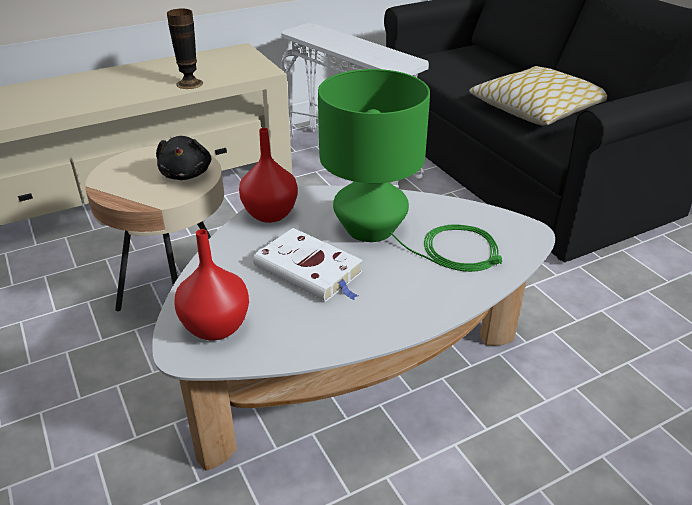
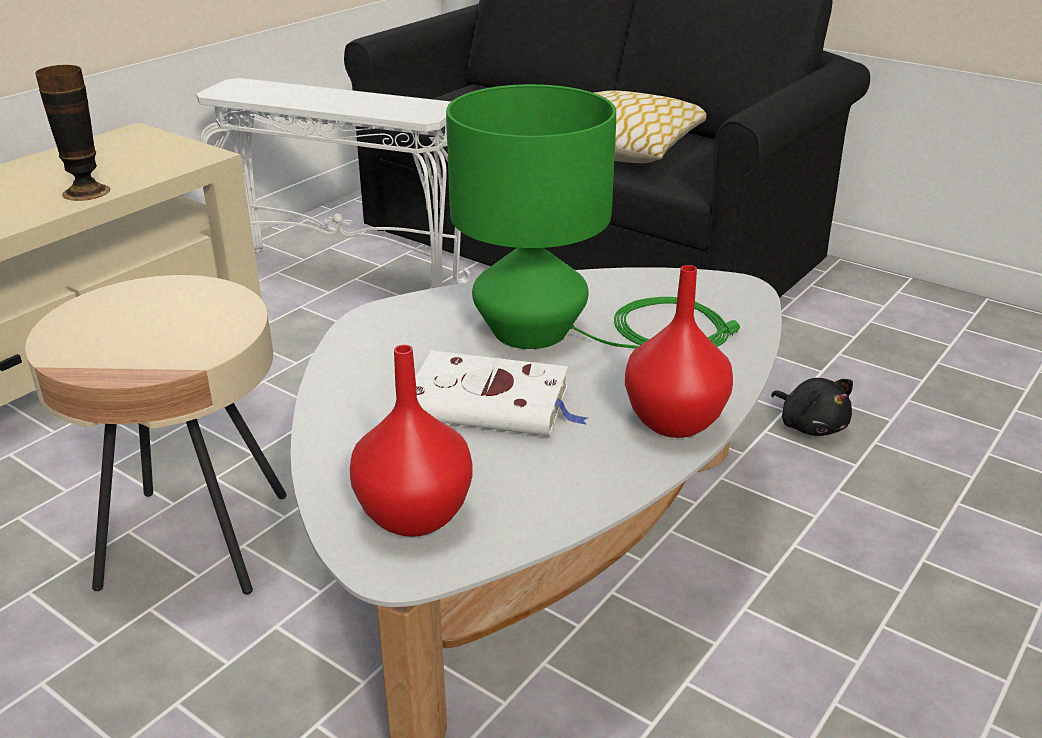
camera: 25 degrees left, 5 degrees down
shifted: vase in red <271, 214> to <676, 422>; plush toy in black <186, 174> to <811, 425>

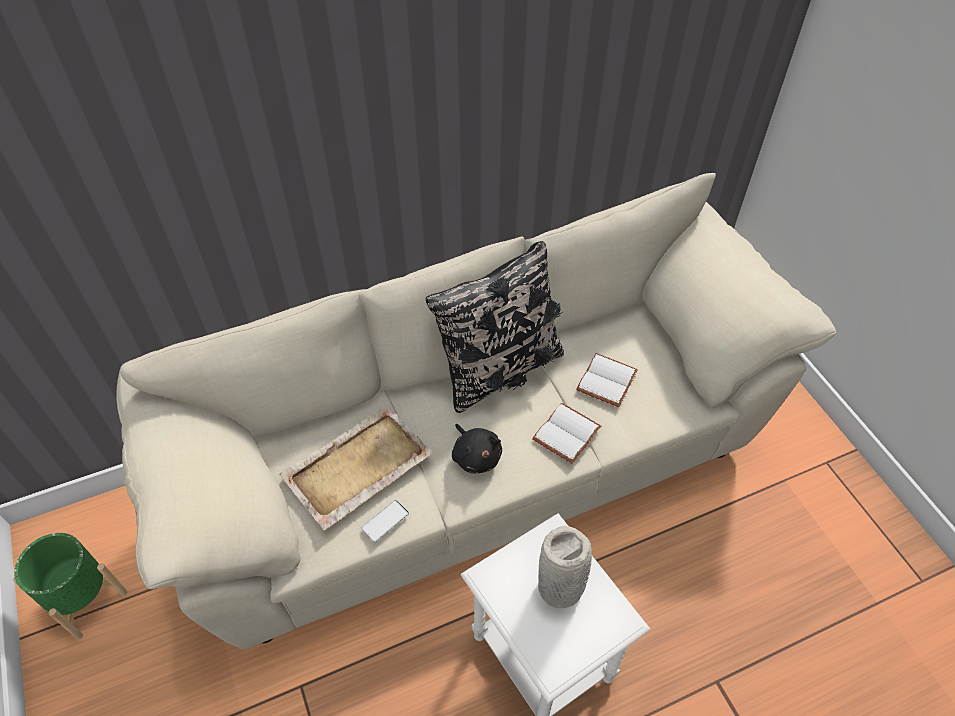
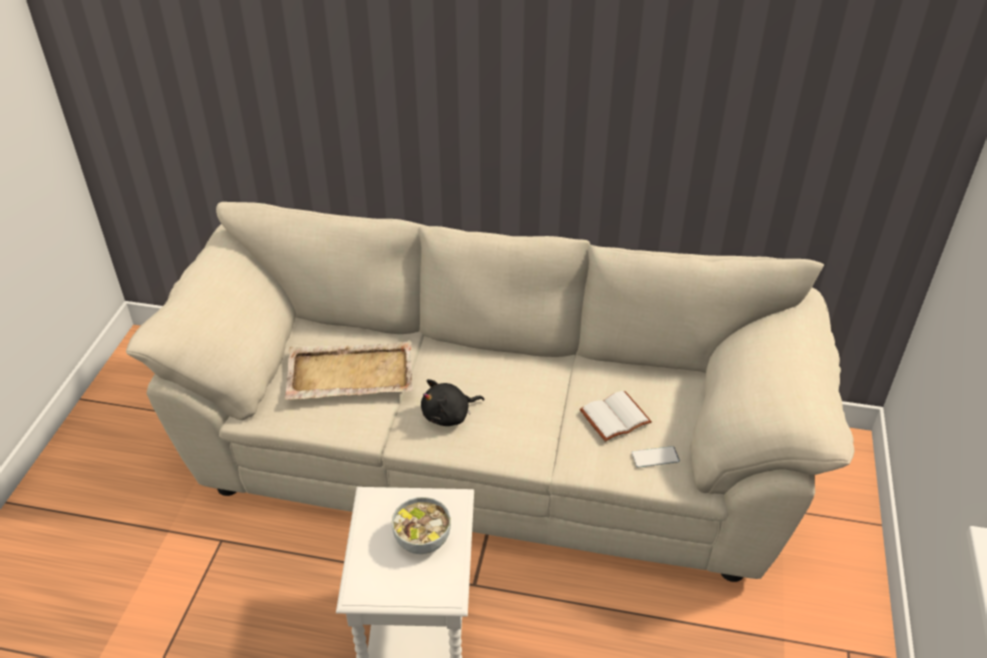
camera: 35 degrees right, 10 degrees down
gone: pillow in black <500, 371>; book in white <567, 435>; planter in green <85, 599>
shifted: phone <385, 521> to <655, 457>
swapped: vase in grey <561, 587> to bowl <422, 540>
rotated: plush toy in black <476, 456> = <449, 415> 60 degrees clockwise

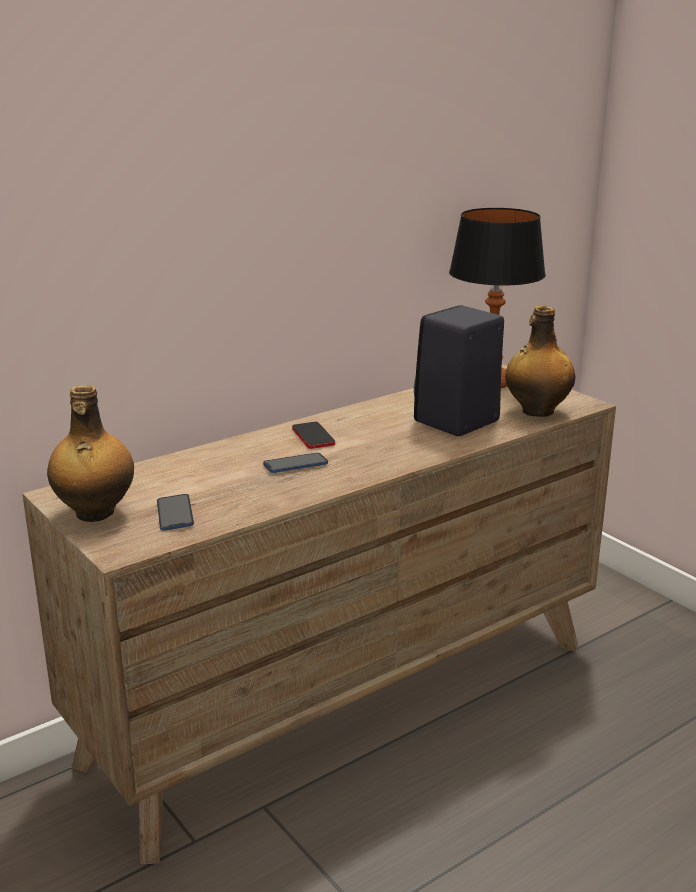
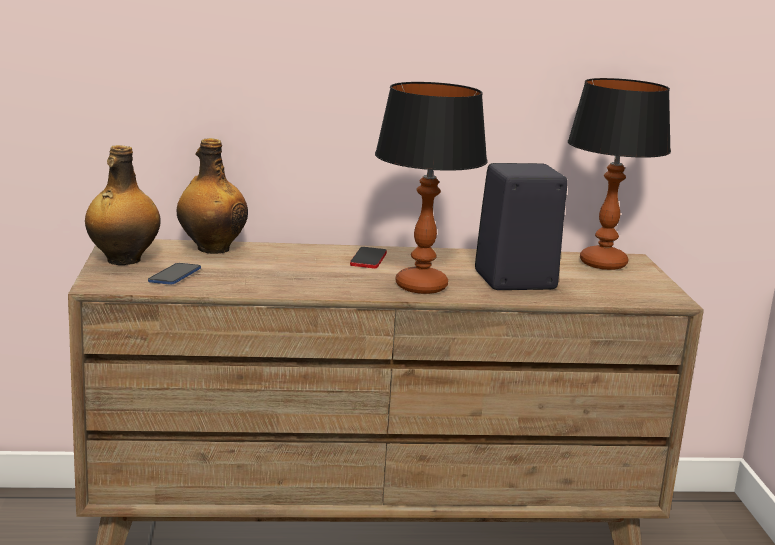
camera: 30 degrees right, 5 degrees down
gone: phone <295, 465>
new: table lamp <421, 286>
shifted: bottle <536, 411> to <212, 248>

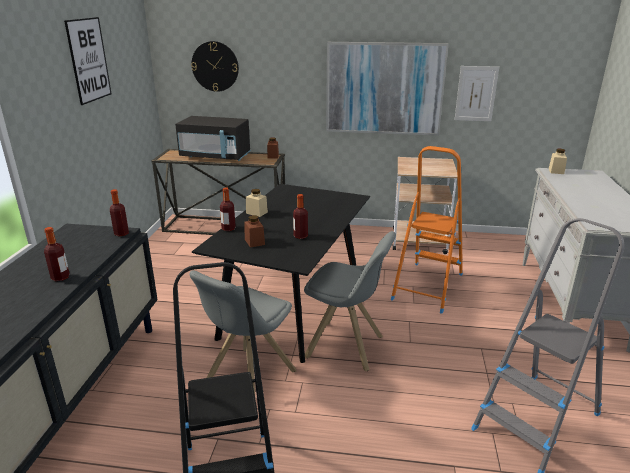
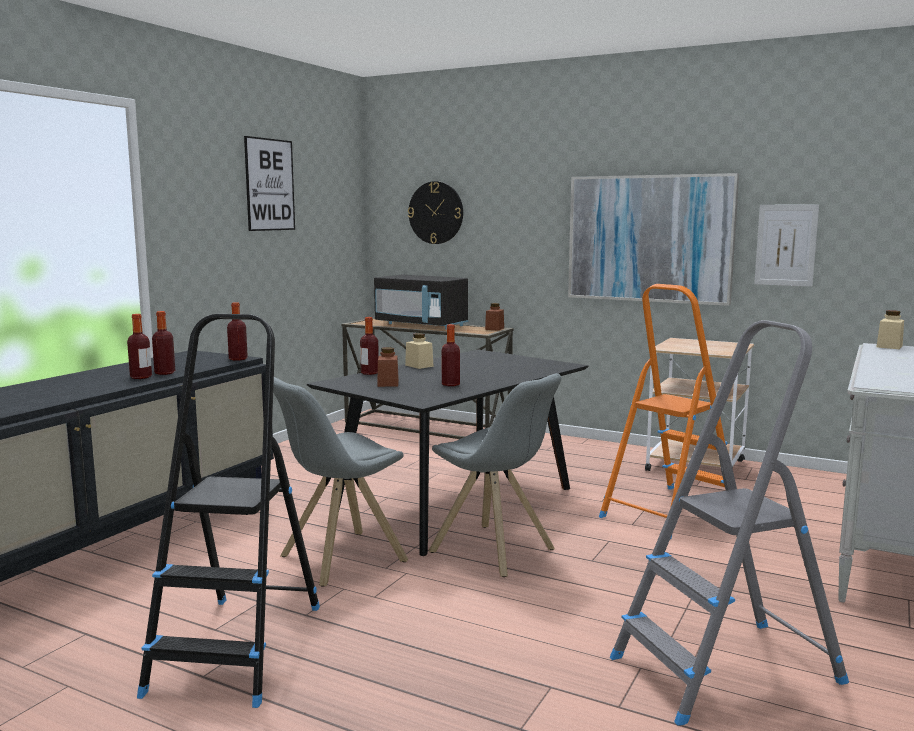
camera: 20 degrees right, 15 degrees down
new: bottle <165, 373>

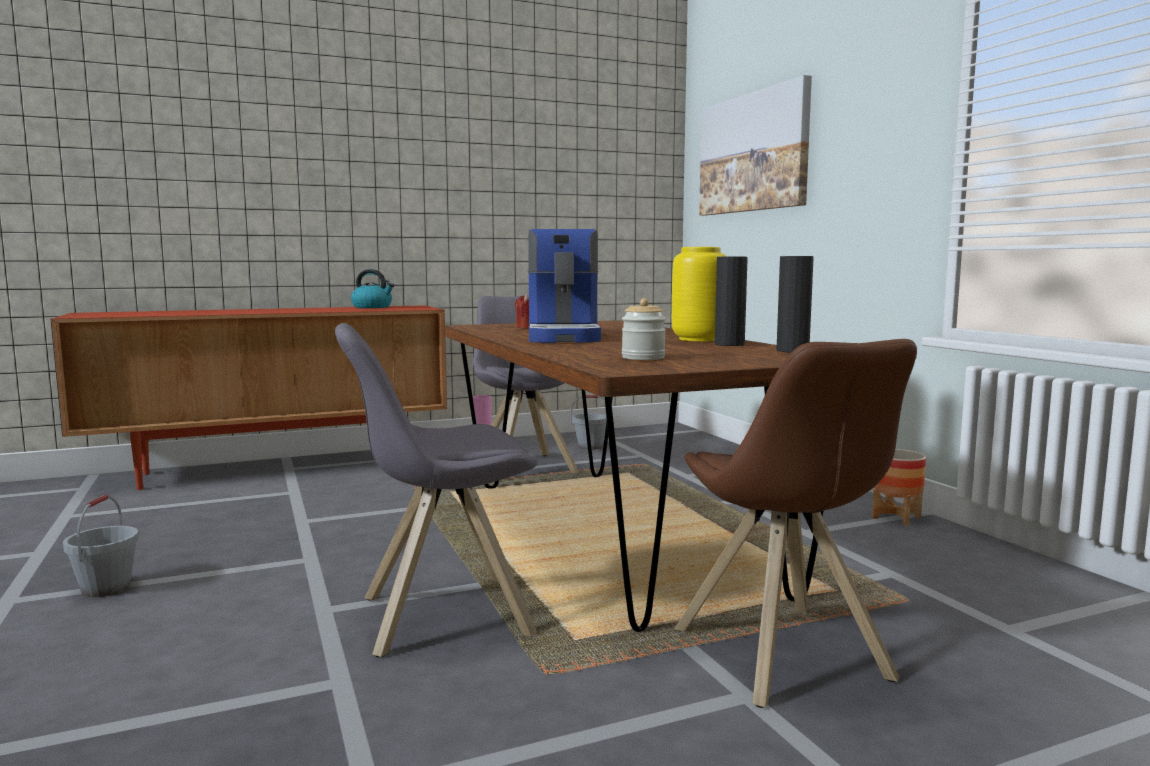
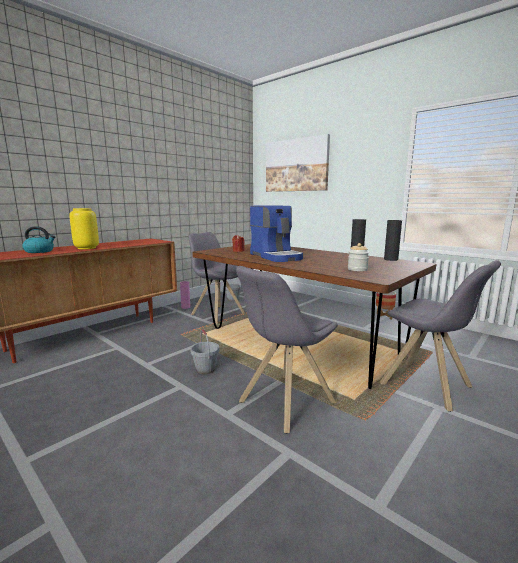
camera: 25 degrees left, 5 degrees up
shifted: vase in yellow <699, 339> to <87, 248>; kettle <372, 307> to <40, 251>; bucket in grey <105, 588> to <205, 369>
repainted: chair in brown <782, 653> to chair in grey <426, 385>

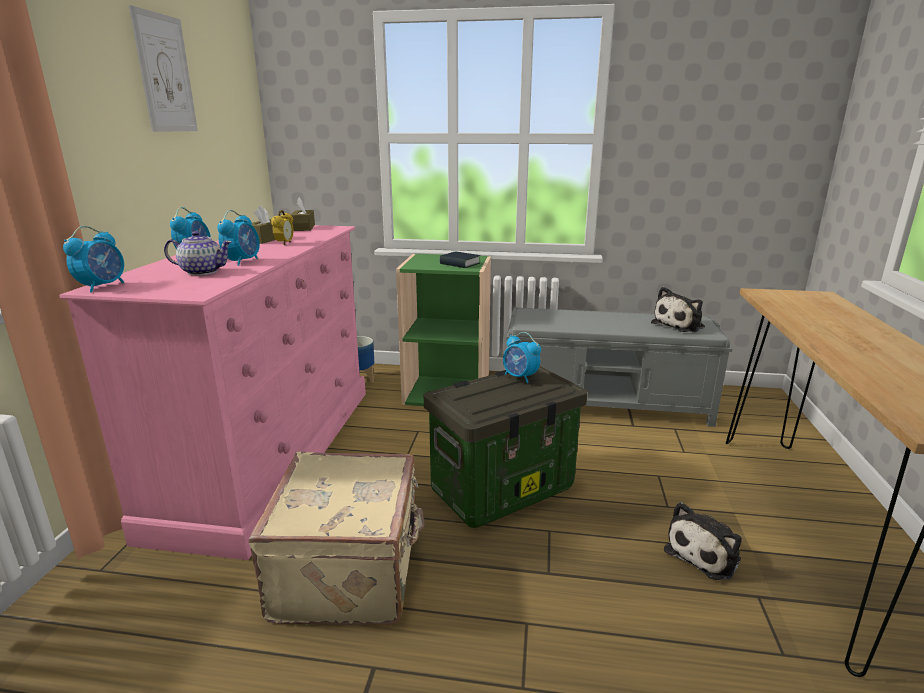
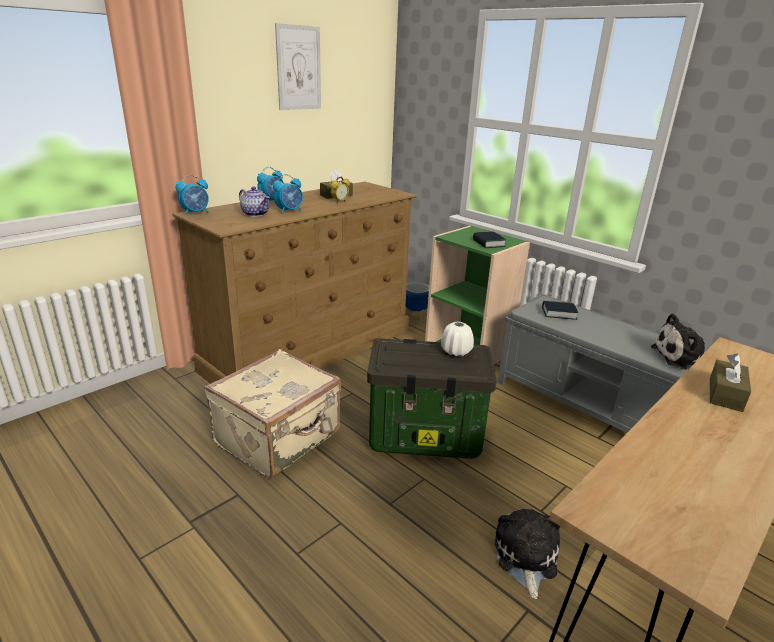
camera: 35 degrees right, 5 degrees up
new: book <558, 313>
shifted: tissue box in brown <303, 228> to <725, 394>
swapped: alarm clock <520, 377> to vase in white <456, 351>
repainted: dresser in pink <274, 452> to dresser in brown <312, 349>
rotated: plush toy <705, 553> = <525, 558> 105 degrees clockwise

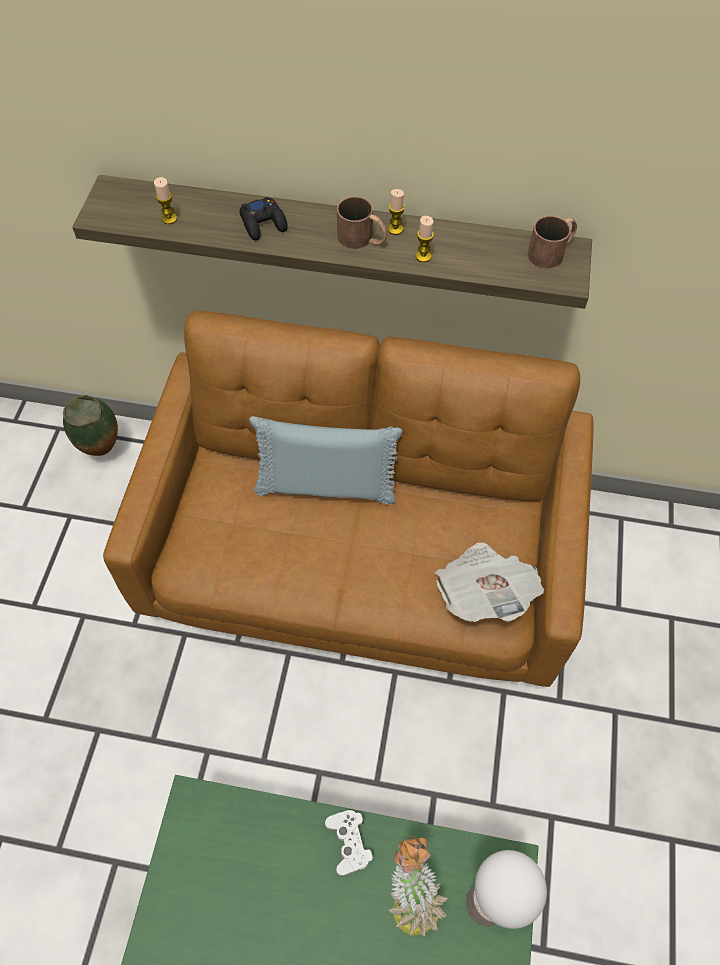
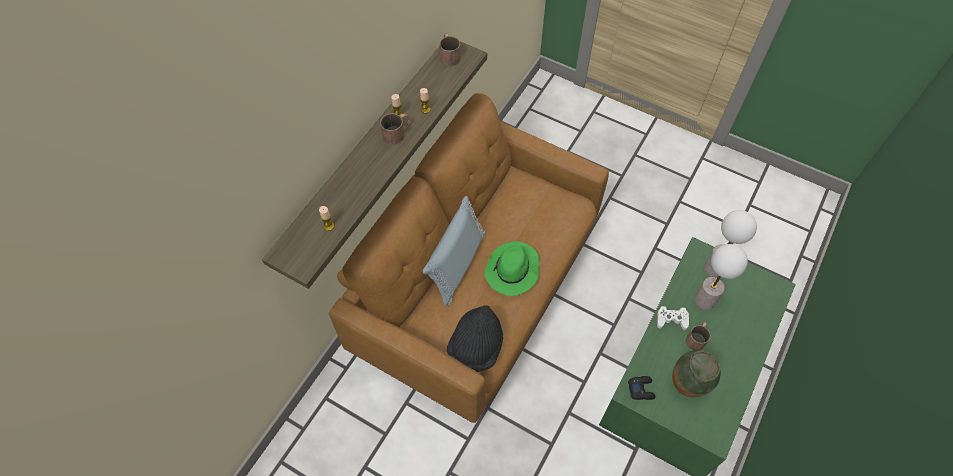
camera: 70 degrees left, 0 degrees up
gone: newspaper <483, 591>
new: hat in green <512, 271>; hat in black <476, 347>; mug in brown <697, 337>
shifted: game controller in black <263, 223> to <641, 389>; vase <104, 451> to <686, 386>
swapped: potted plant <410, 898> to table lamp <704, 300>

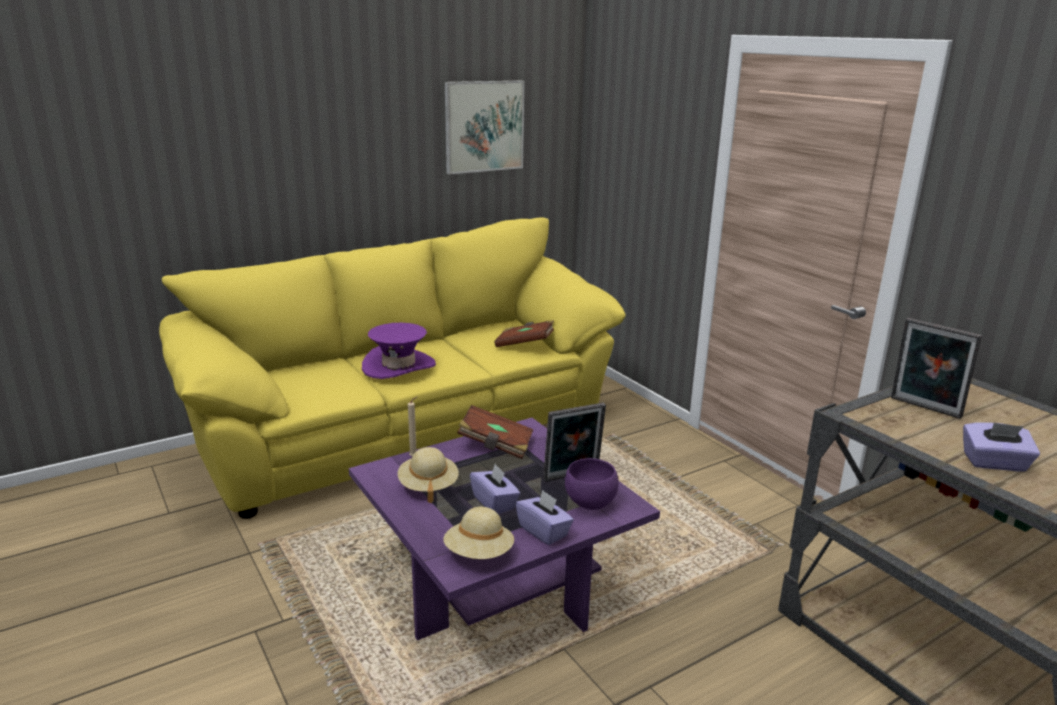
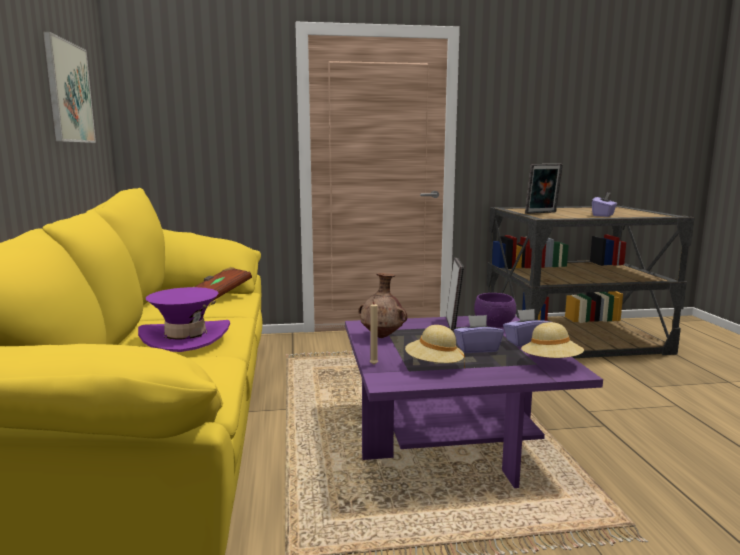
camera: 65 degrees left, 10 degrees down
swapped: book in brown <496, 445> to vase in brown <382, 336>

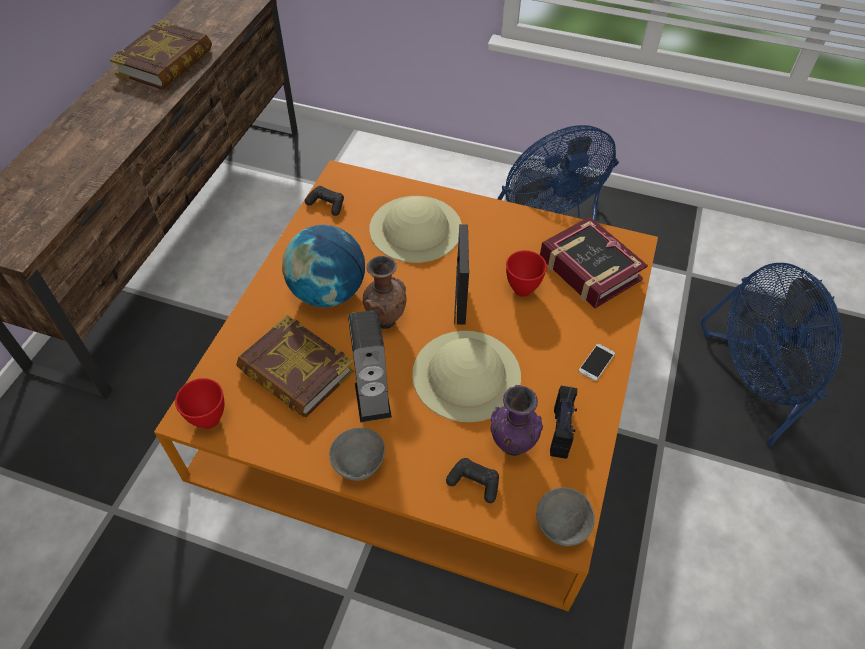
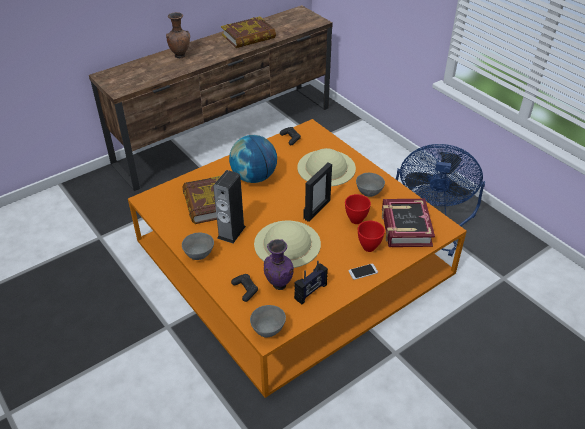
camera: 35 degrees right, 10 degrees down
gone: fan in blue <758, 377>
new: bowl in grey <369, 193>
shifted: vase in brown <385, 320> to <180, 56>; bowl in red <210, 420> to <369, 248>

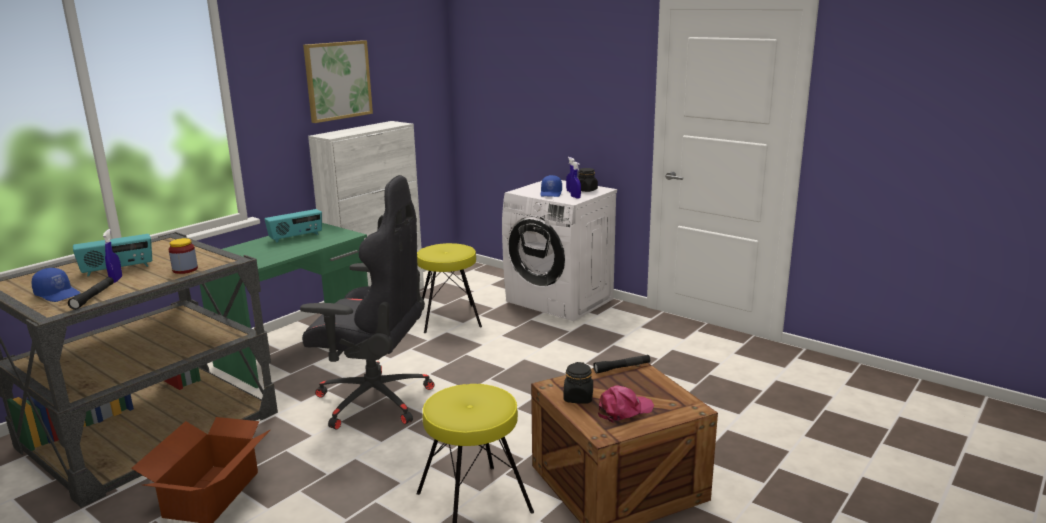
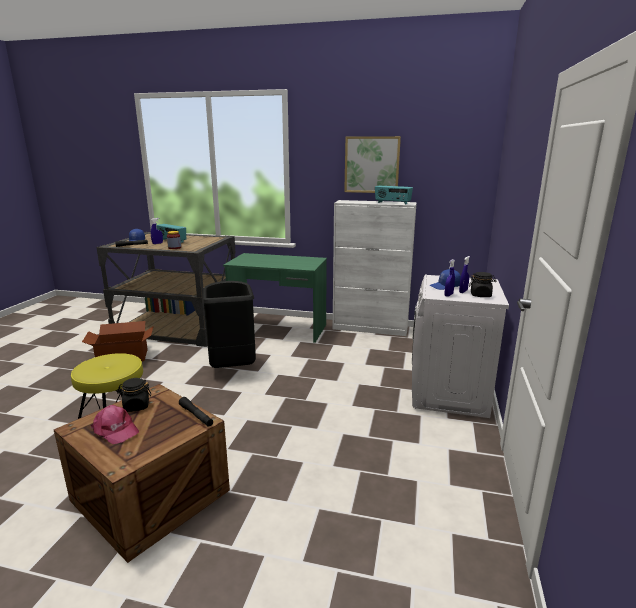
camera: 65 degrees right, 0 degrees up
gone: stool in yellow <449, 318>
shifted: radio <296, 237> to <392, 203>
swapped: office chair in black <373, 400> to trash can in black <232, 367>

